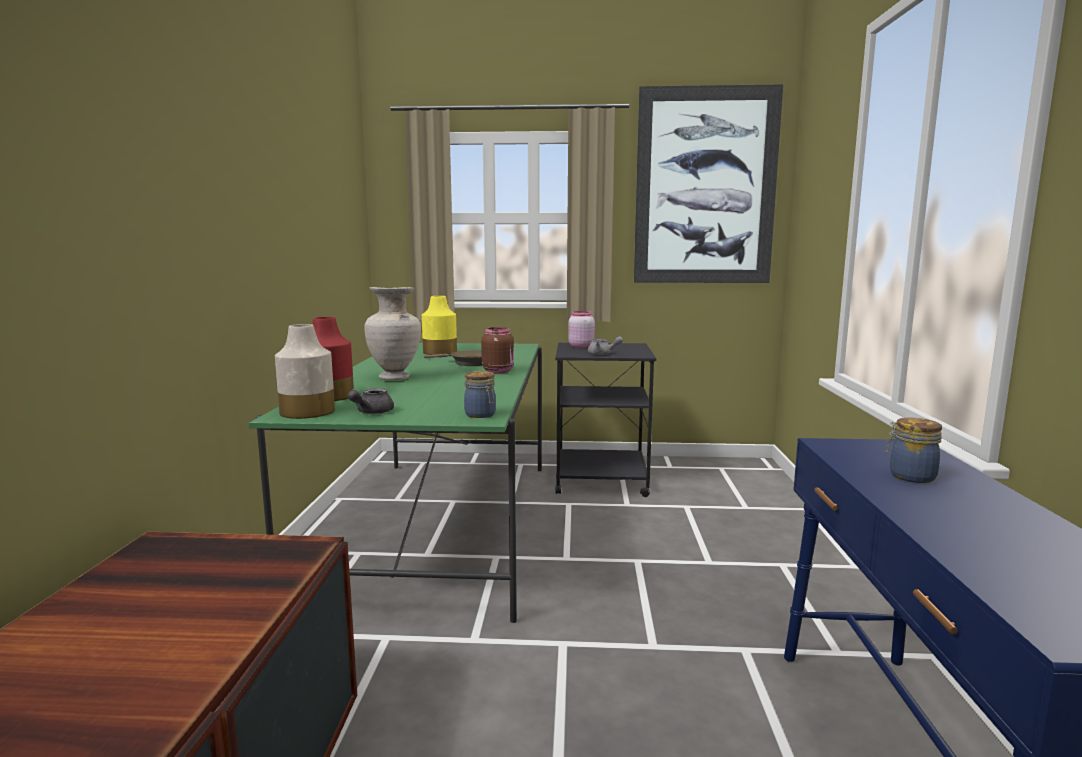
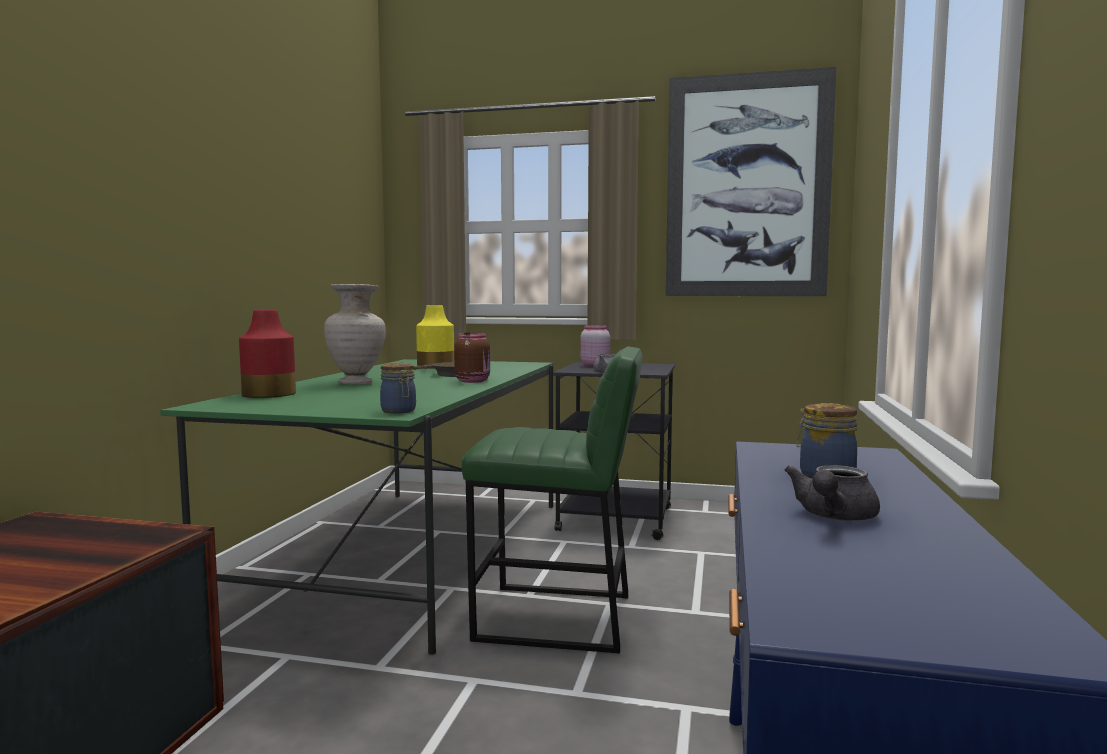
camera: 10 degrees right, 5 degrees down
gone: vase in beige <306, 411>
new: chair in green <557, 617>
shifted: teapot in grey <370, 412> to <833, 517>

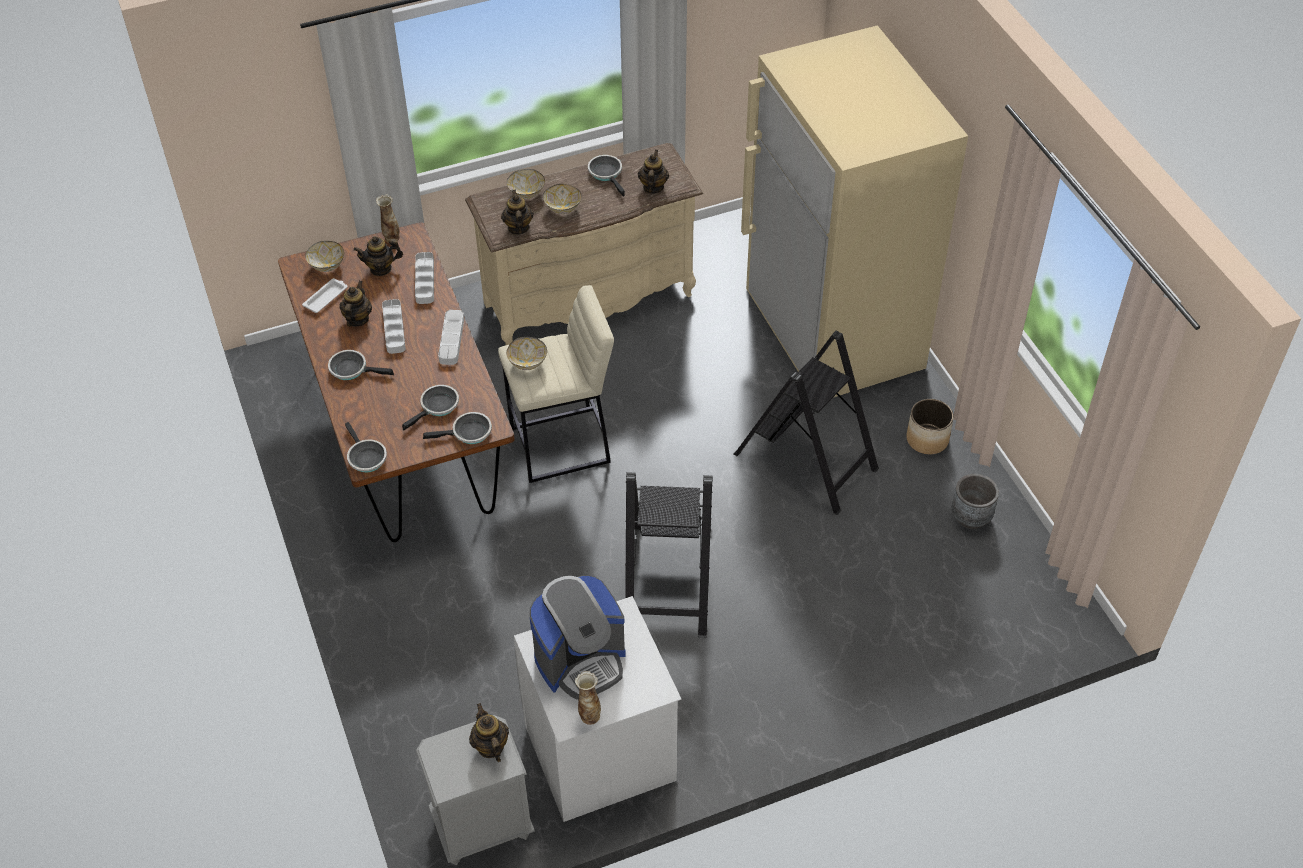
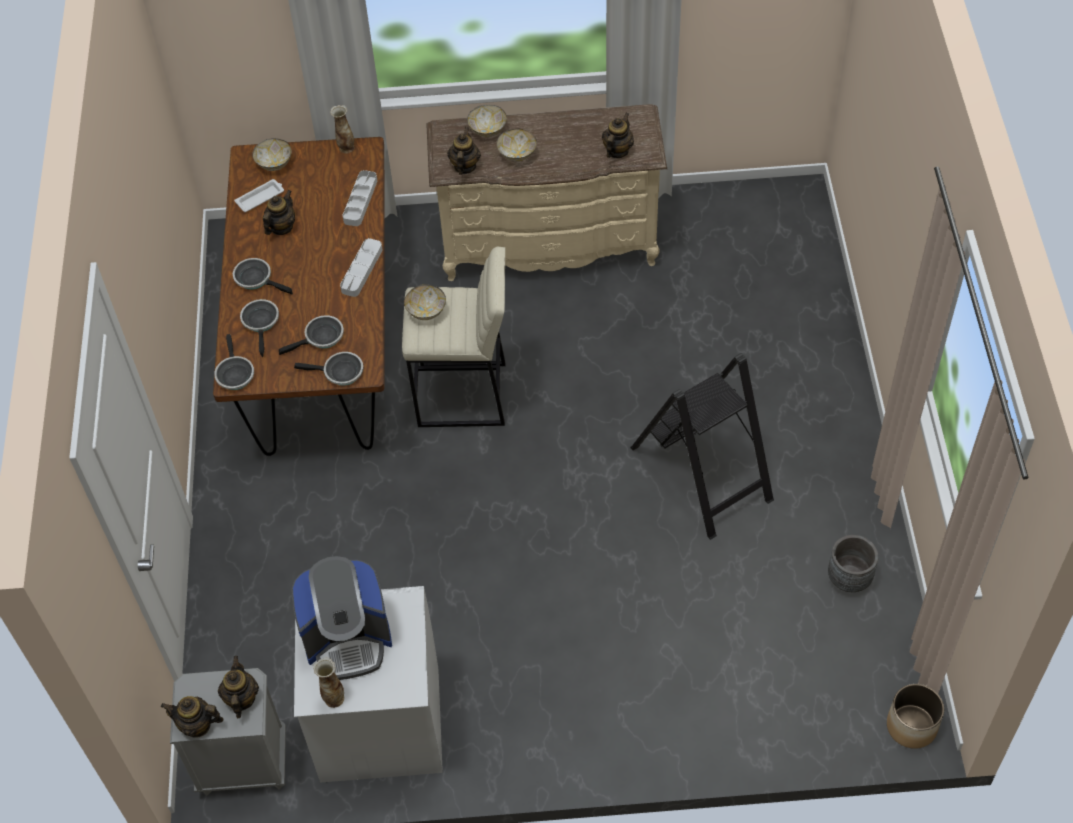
camera: 20 degrees right, 5 degrees up
gone: fridge in beige <833, 328>; tray in grey <394, 329>; step ladder in black <668, 581>
shifted: frying pan <607, 174> to <261, 323>; teapot <381, 268> to <197, 725>; planter <927, 440> to <911, 726>

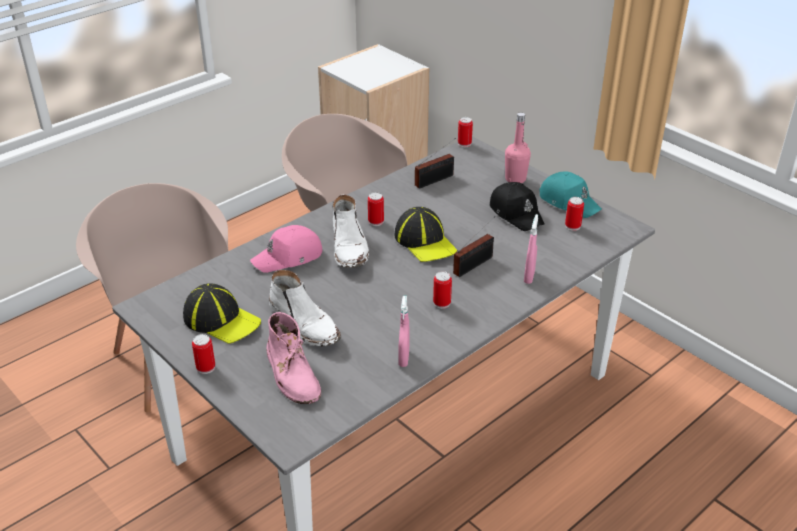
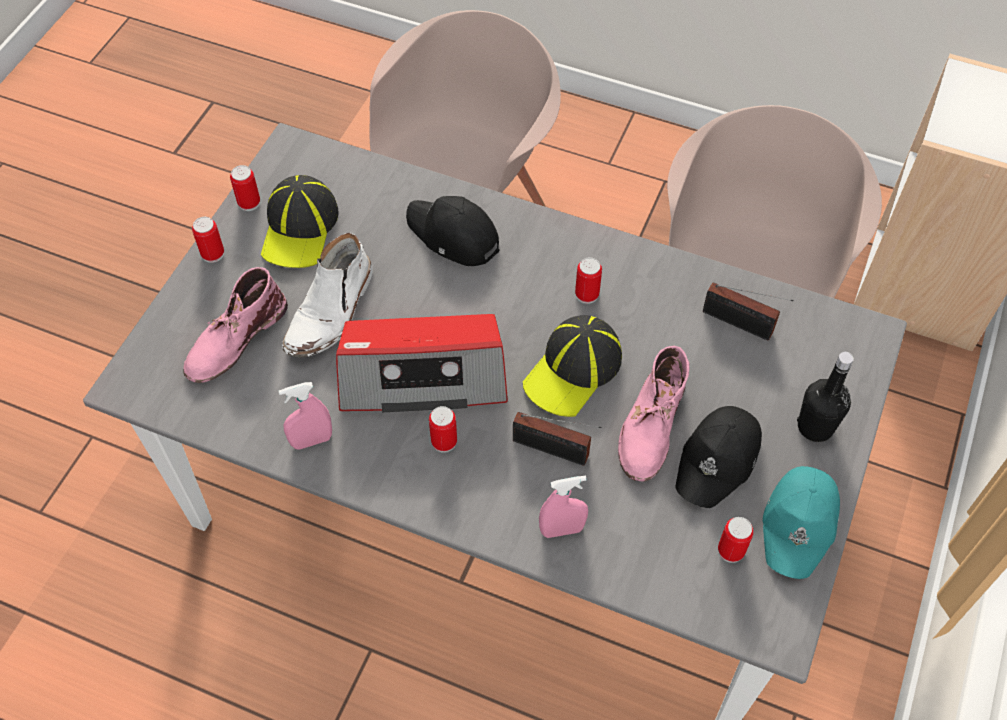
camera: 65 degrees right, 20 degrees up
gone: boot in white <349, 247>
new: radio <423, 375>; boot in pink <651, 426>
shifted: can <464, 144> to <249, 202>
repainted: bottle in pink <515, 179> to bottle in black <815, 427>; cap in pink <288, 257> to cap in black <453, 236>

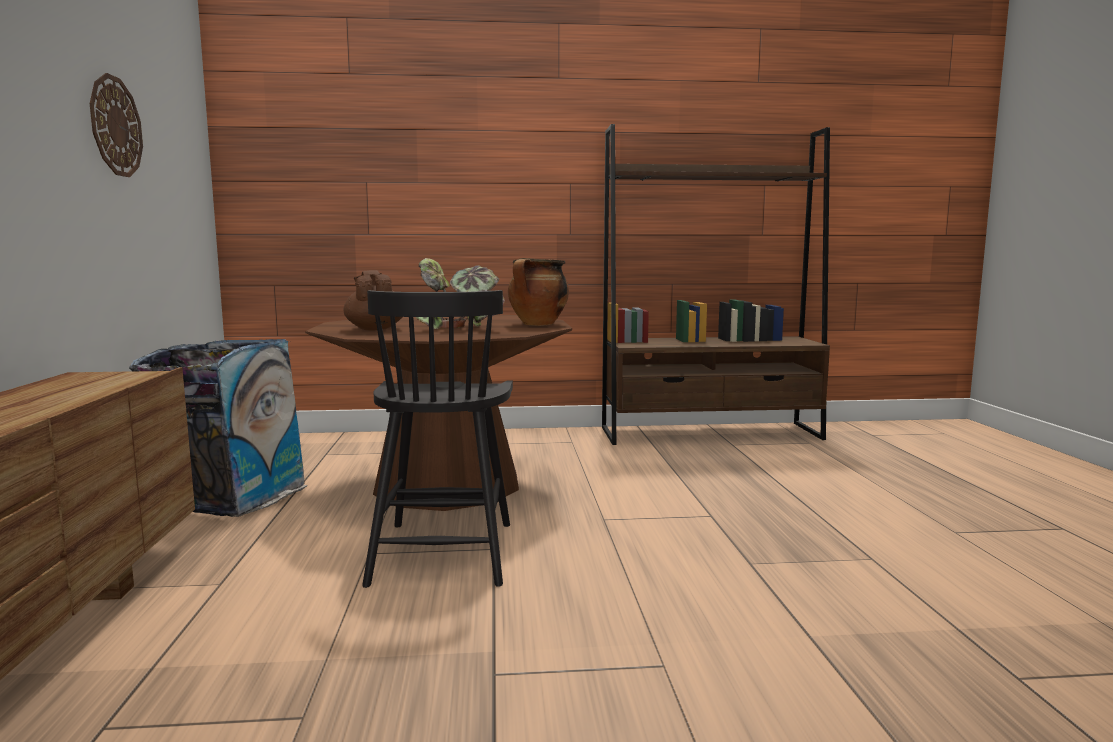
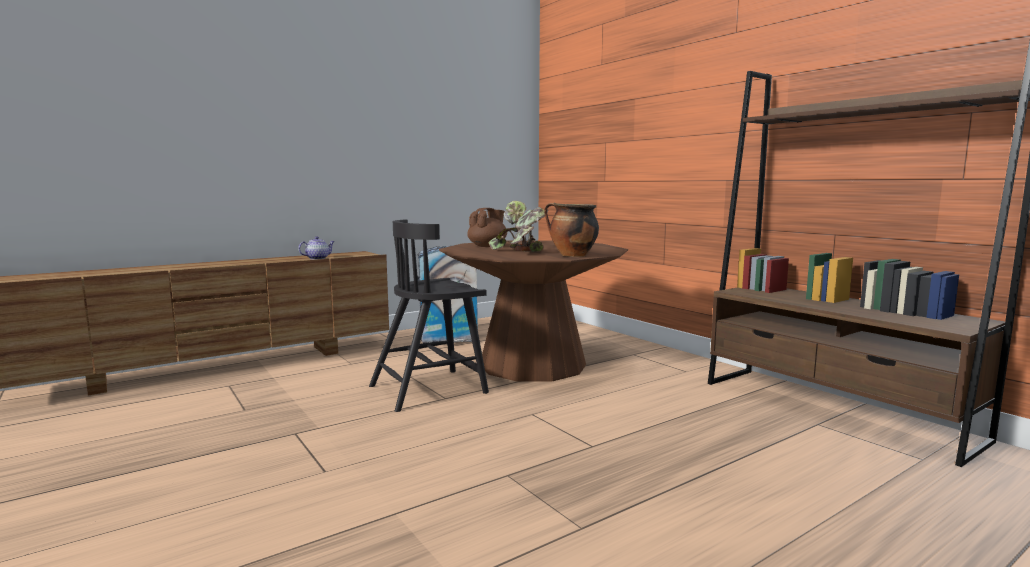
camera: 60 degrees right, 0 degrees up
gone: wall clock <115, 126>
new: teapot <318, 258>

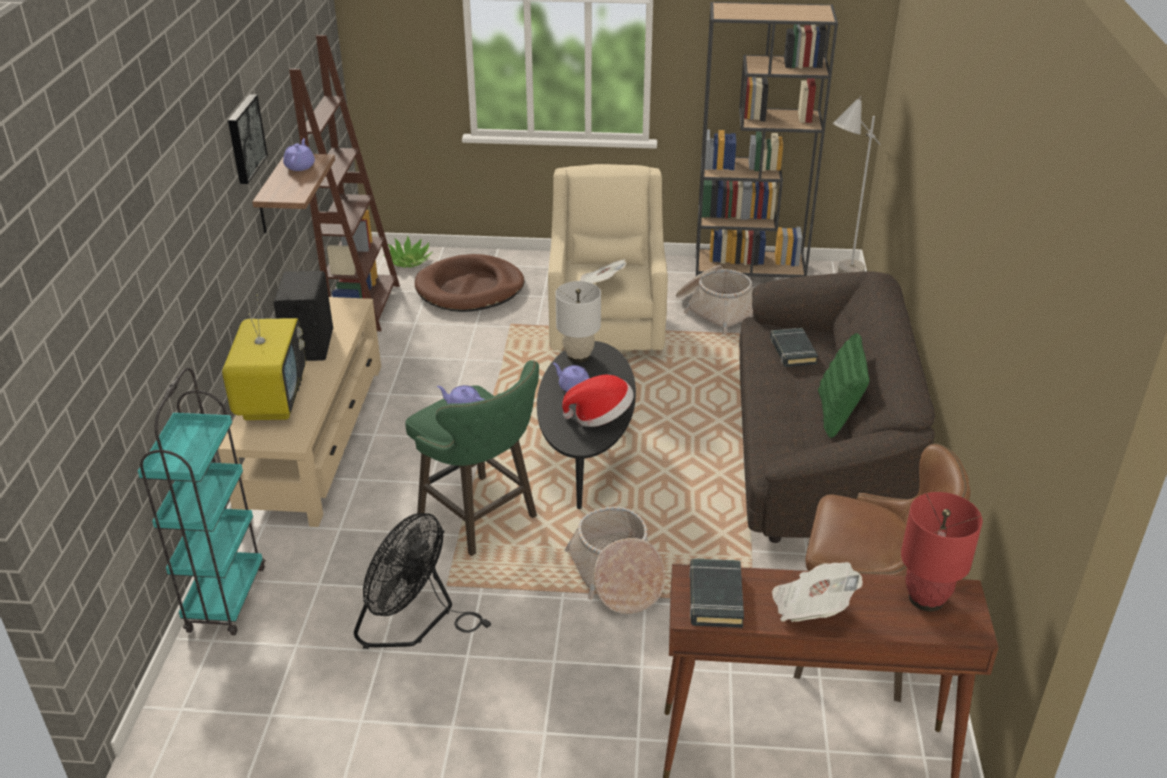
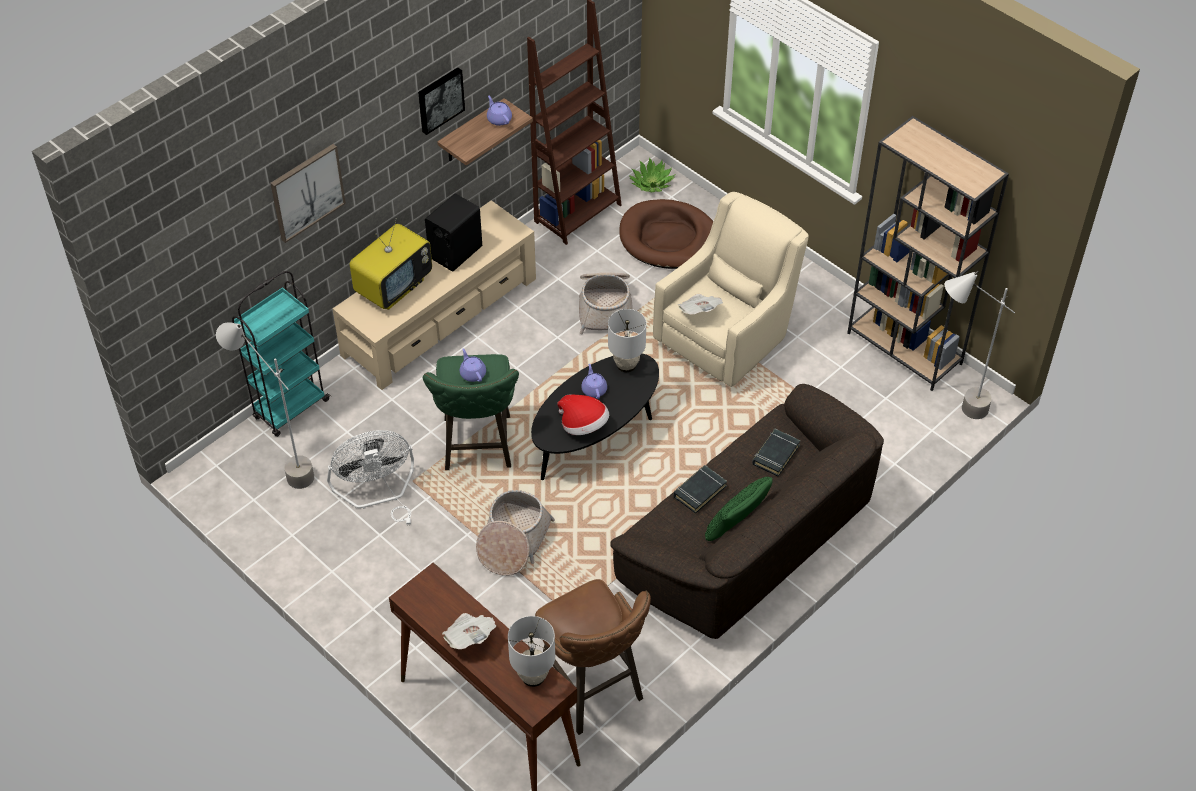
camera: 40 degrees right, 15 degrees up
new: picture <307, 192>; floor lamp in grey <281, 468>
shifted: basket <715, 310> to <605, 307>; book in black <715, 597> to <699, 491>
repainted: table lamp in red <926, 598> to table lamp in white <533, 676>; fan in black <422, 617> to fan in white <380, 493>
rotated: teapot in purple <300, 166> = <499, 119> 75 degrees counterclockwise

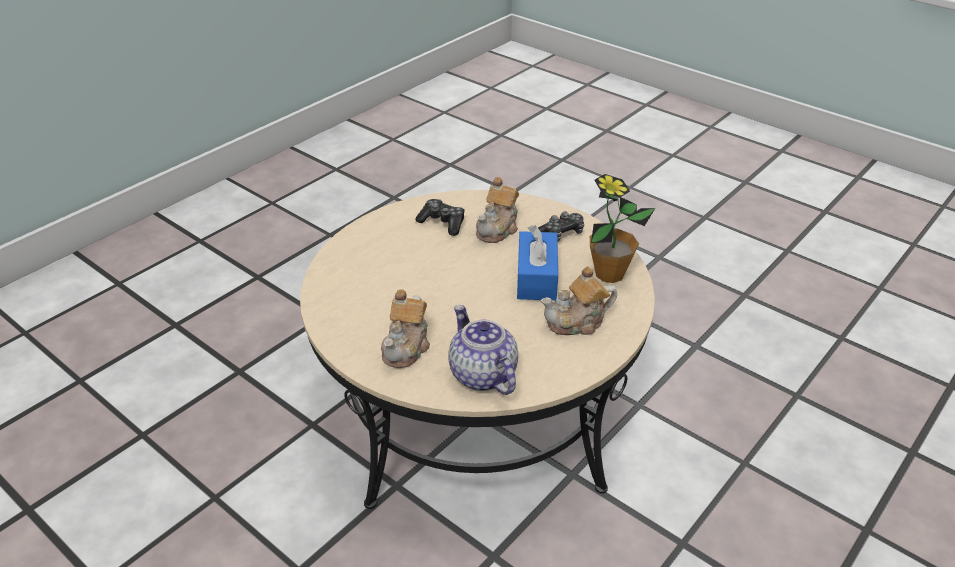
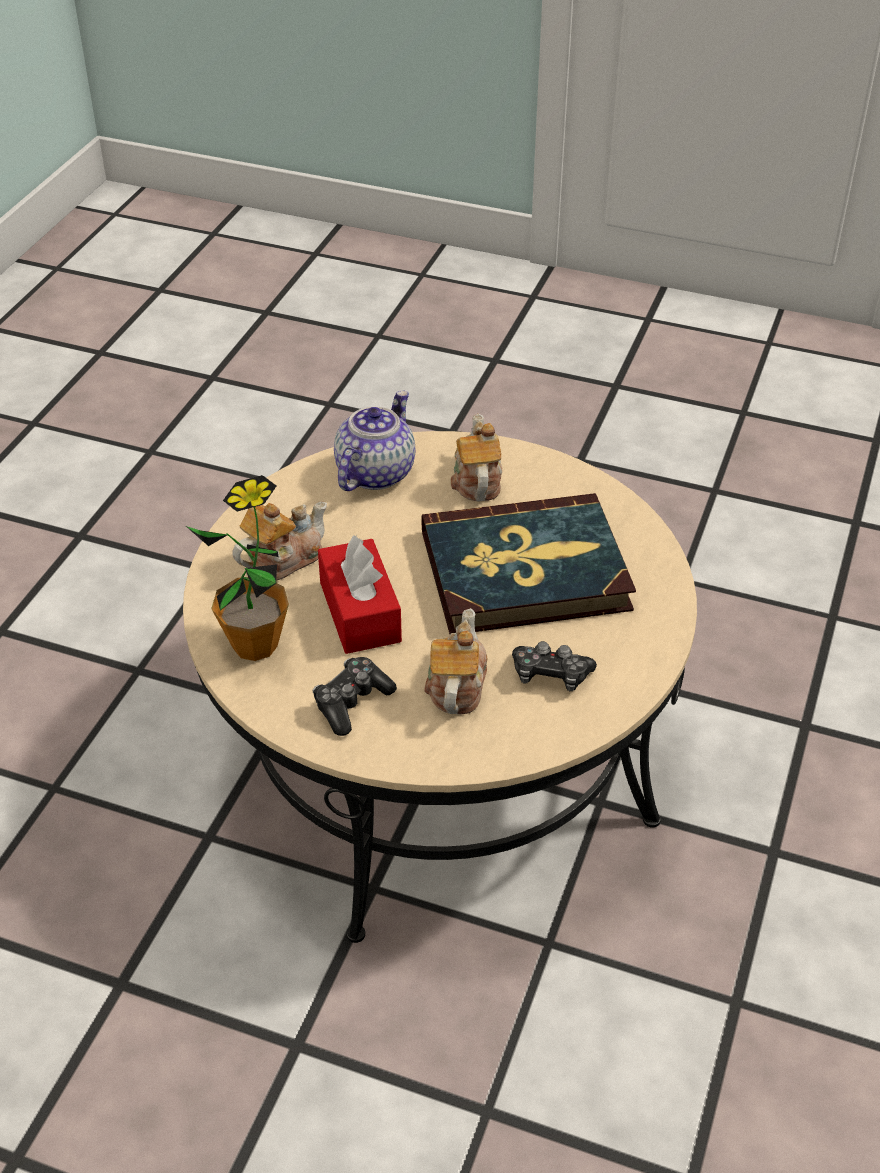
camera: 160 degrees right, 5 degrees up
new: book <525, 571>
repainted: tissue box in blue <536, 277> to tissue box in red <360, 612>
rotated: teapot <481, 374> = <374, 472> 105 degrees counterclockwise

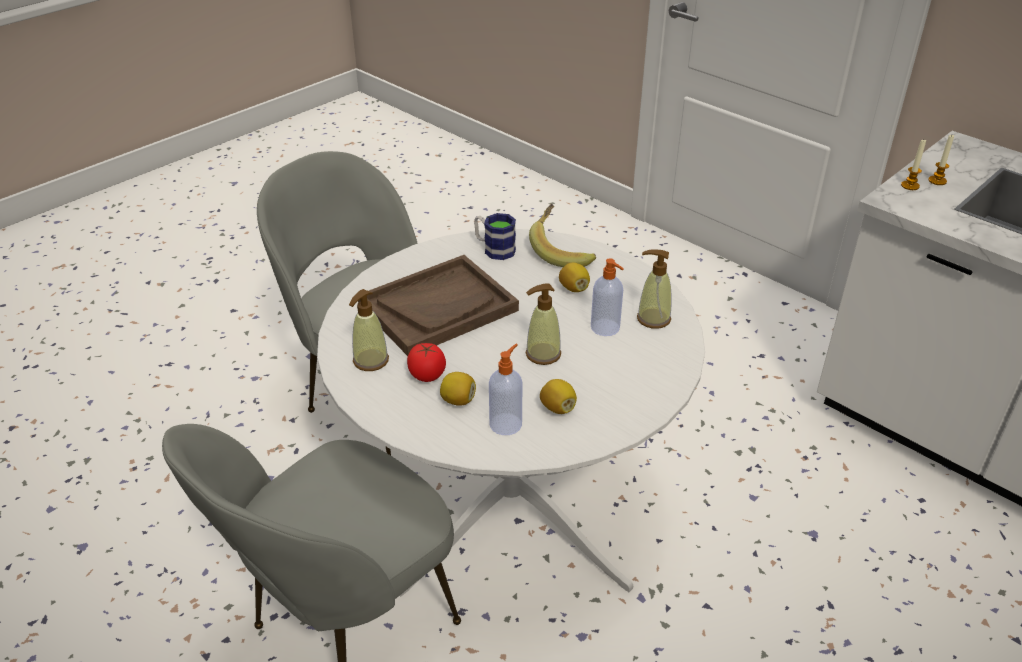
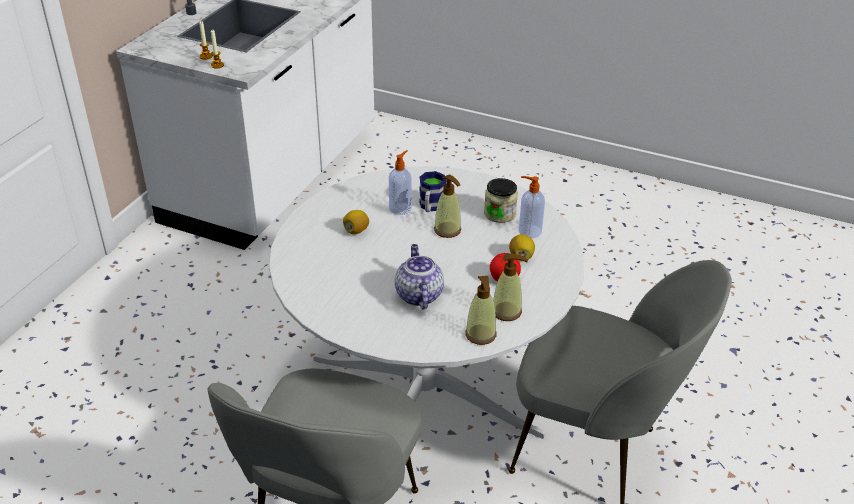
camera: 110 degrees left, 0 degrees up
gone: banana <562, 251>
shifted: mug <494, 249> to <431, 207>; soap dispenser <653, 319> to <480, 335>
swapped: tray in brown <438, 307> to teapot <418, 295>; lemon <557, 408> to jar <500, 214>

